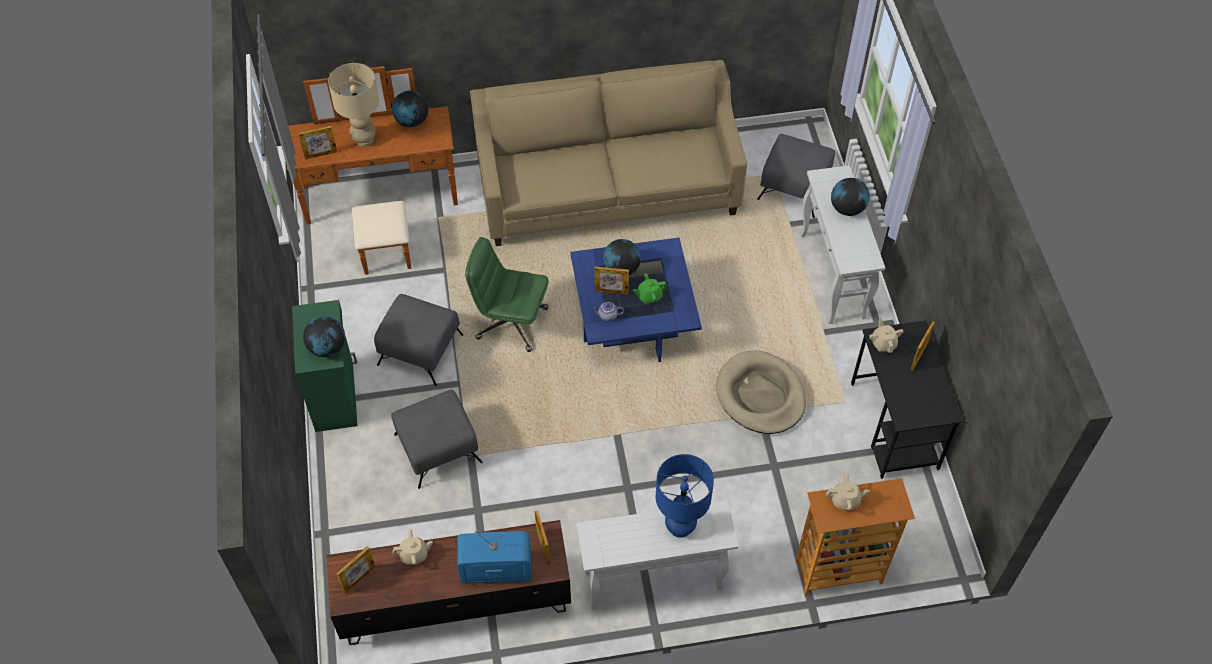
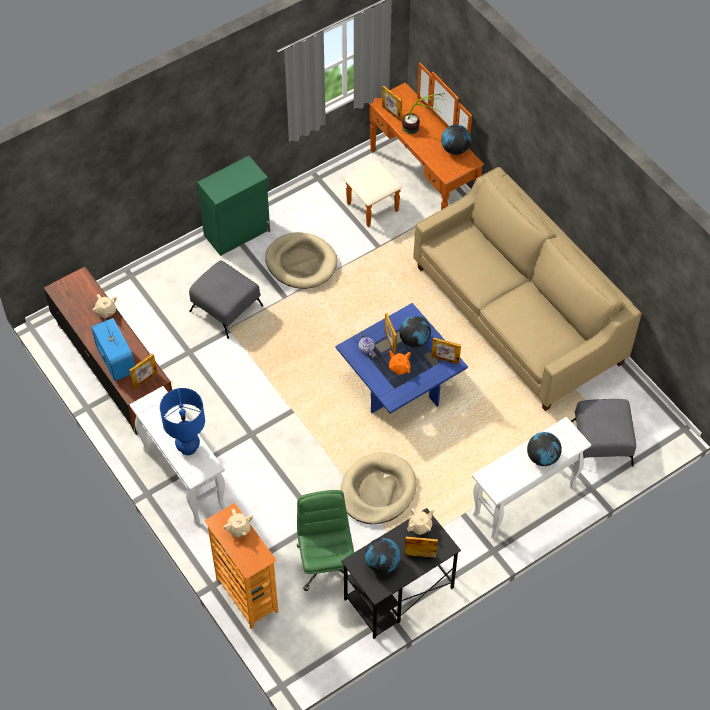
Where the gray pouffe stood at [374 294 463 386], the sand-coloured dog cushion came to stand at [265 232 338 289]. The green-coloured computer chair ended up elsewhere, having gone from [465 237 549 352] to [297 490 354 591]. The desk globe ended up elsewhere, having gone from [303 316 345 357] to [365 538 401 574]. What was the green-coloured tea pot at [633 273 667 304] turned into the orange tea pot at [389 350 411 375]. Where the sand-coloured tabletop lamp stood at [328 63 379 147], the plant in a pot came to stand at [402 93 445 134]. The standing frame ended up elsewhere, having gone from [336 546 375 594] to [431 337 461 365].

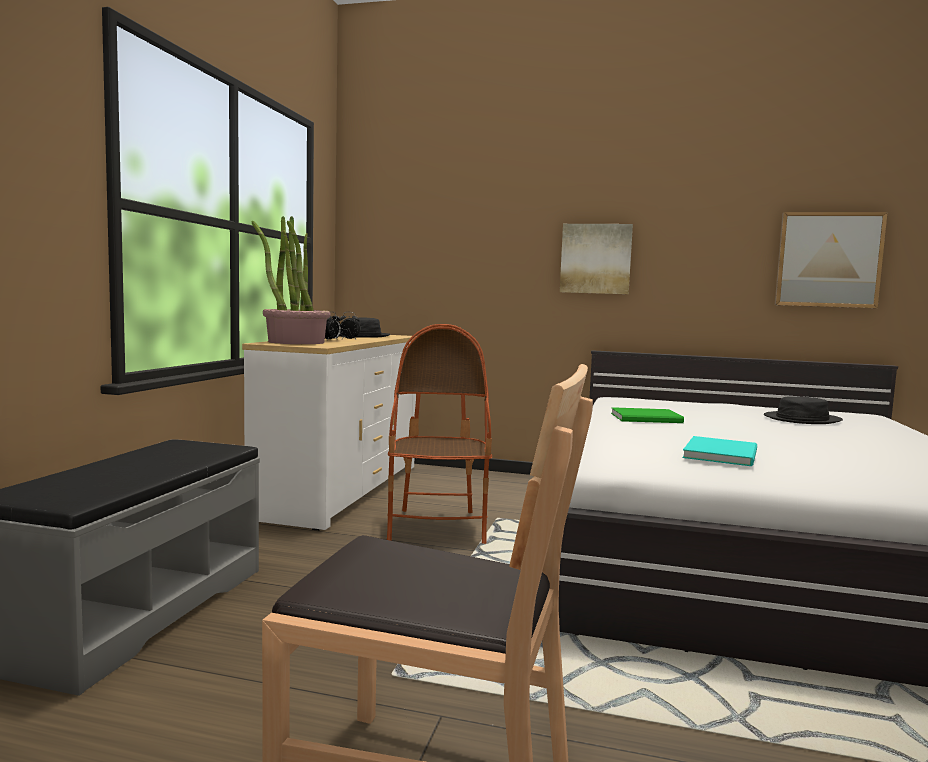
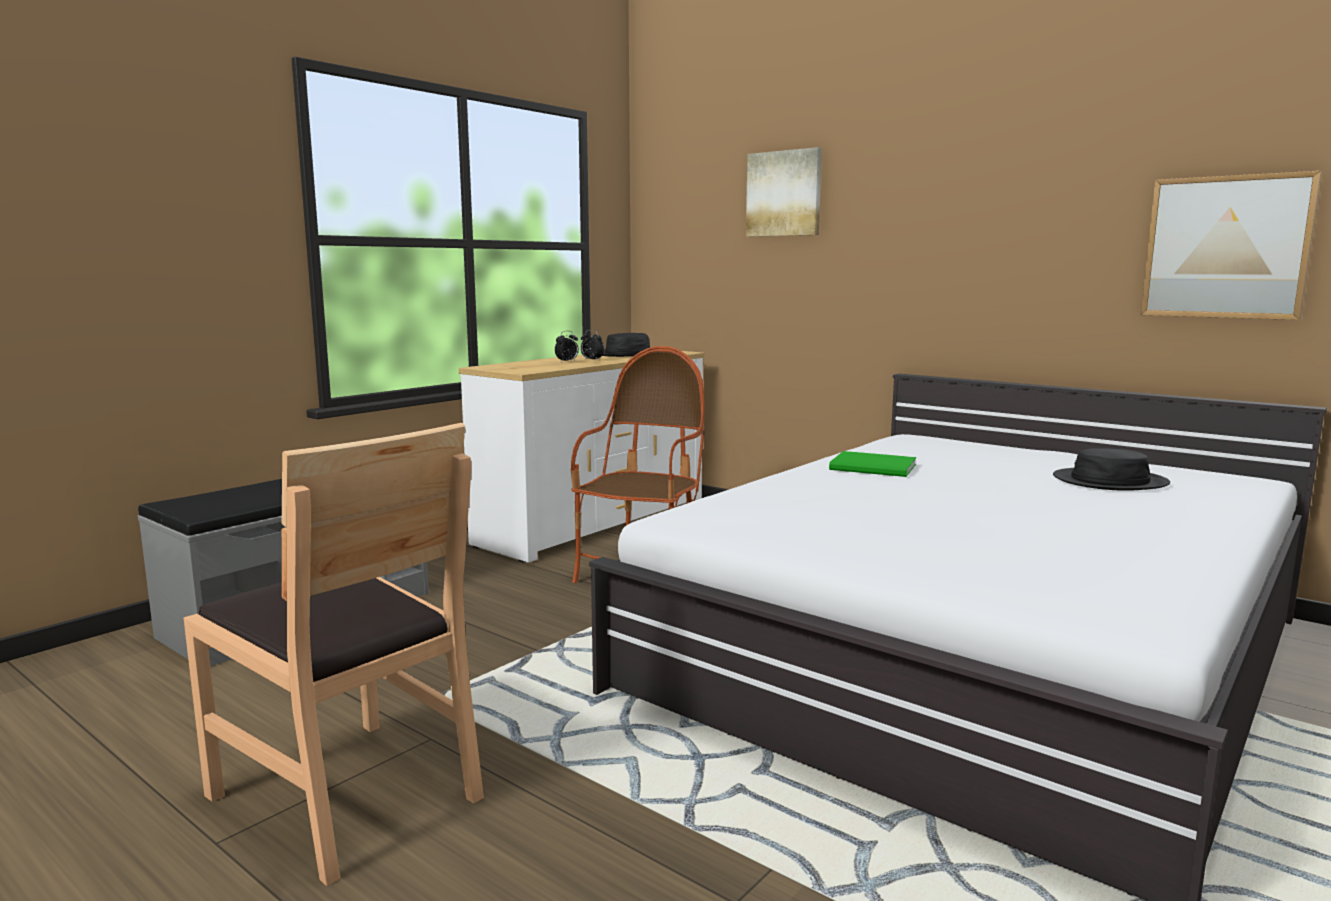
The wall art ended up elsewhere, having gone from [560 224 633 294] to [746 147 822 237]. The second view lost the plant in a pot at [252 216 330 344]. The second view lost the turquoise-coloured book at [682 436 757 466].

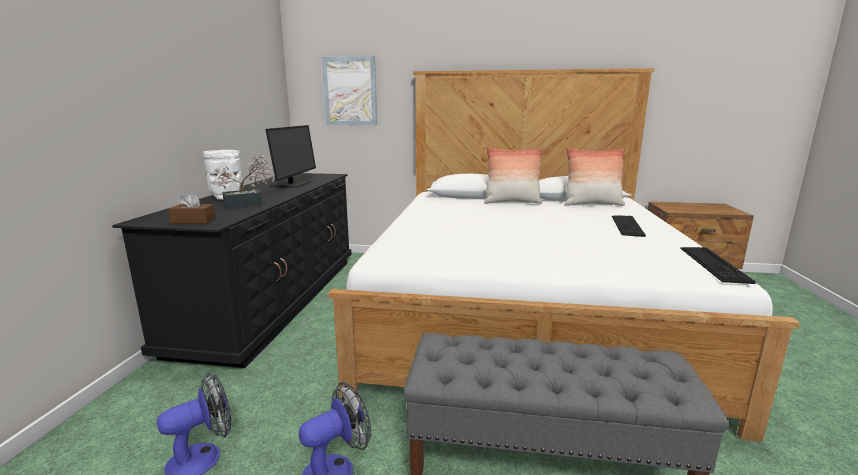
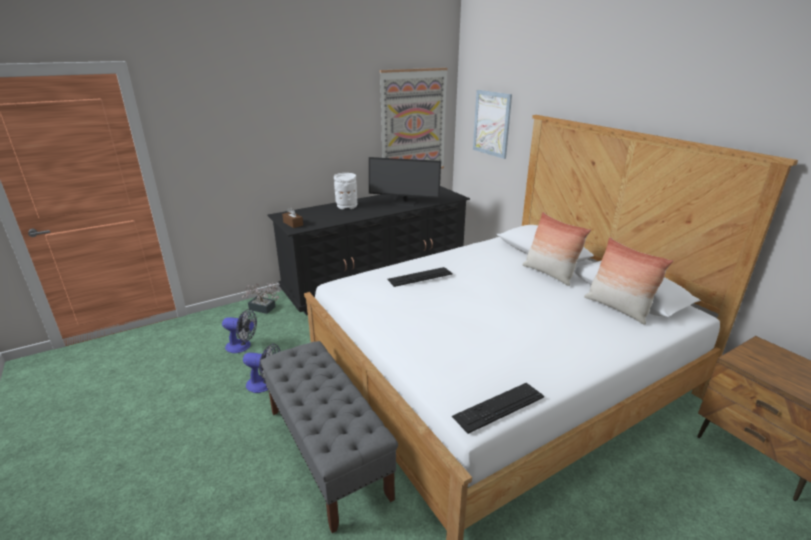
The plant in a pot ended up elsewhere, having gone from [210 155 275 208] to [242 282 280 314]. The computer screen at [265 125 316 188] ended up facing another way, 45 degrees clockwise from before. The second view gained the wall art at [380 68 448 169]. The PC keyboard ended up elsewhere, having gone from [612 216 646 237] to [387 267 452 287].

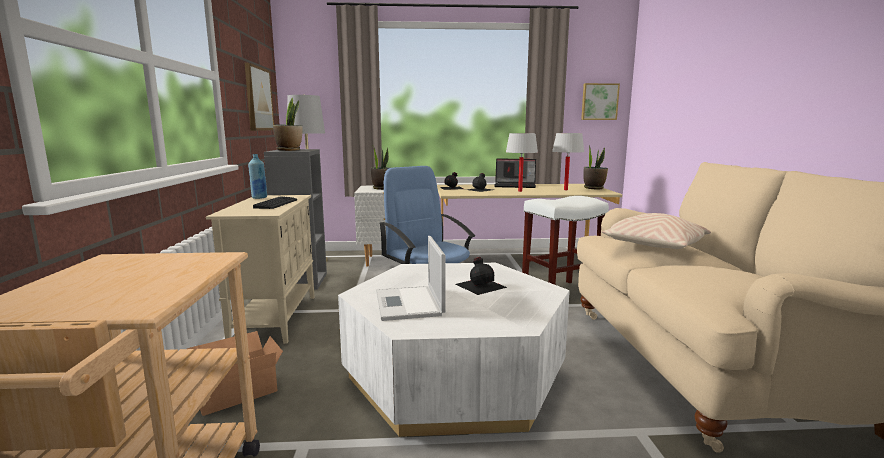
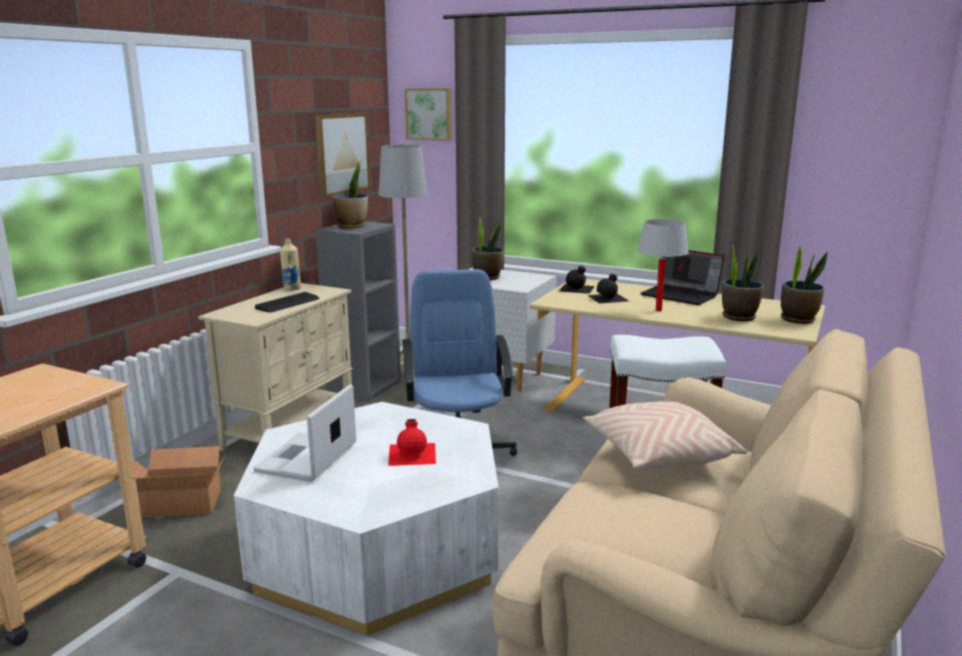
What was the blue bottle at [248 154 267 199] turned into the sand-coloured bottle at [280 238 301 290]. What was the black-coloured bottle at [455 257 507 295] turned into the reddish bottle at [388 419 436 466]. The wall art ended up elsewhere, having gone from [581 83 620 120] to [405 88 452 141]. Where the white-coloured tabletop lamp stood at [552 133 584 190], the plant in a pot came to stand at [722 243 764 321].

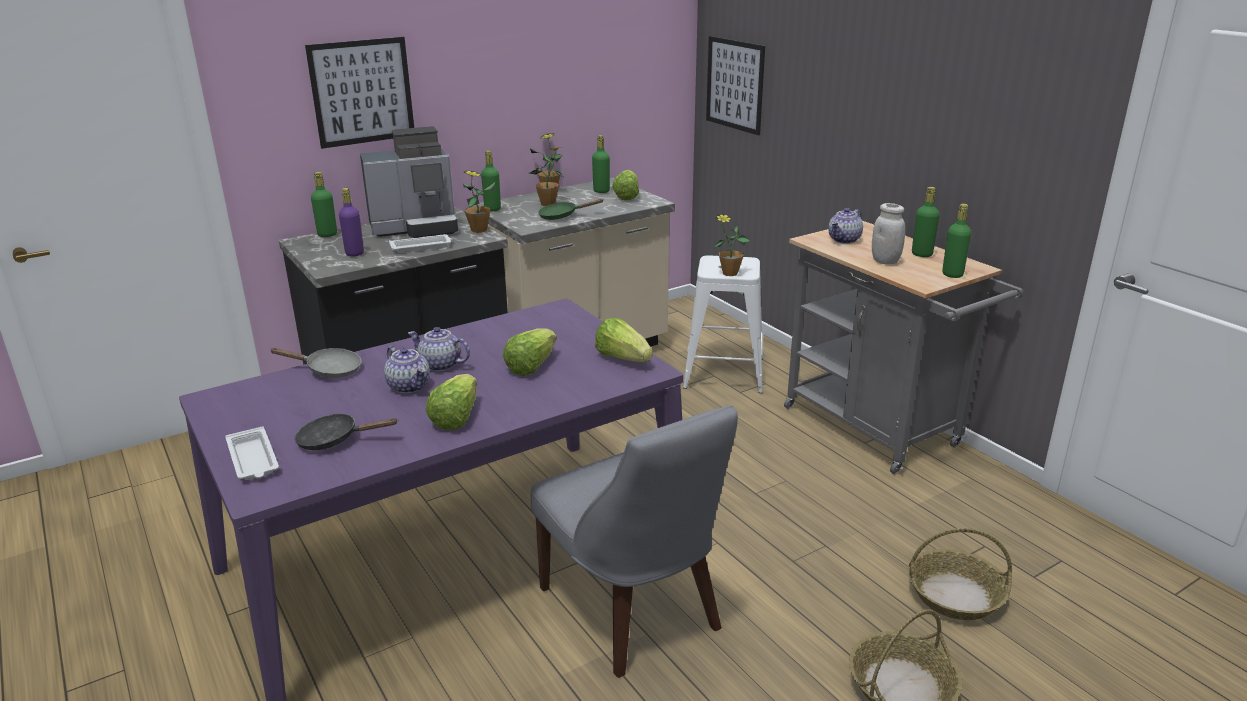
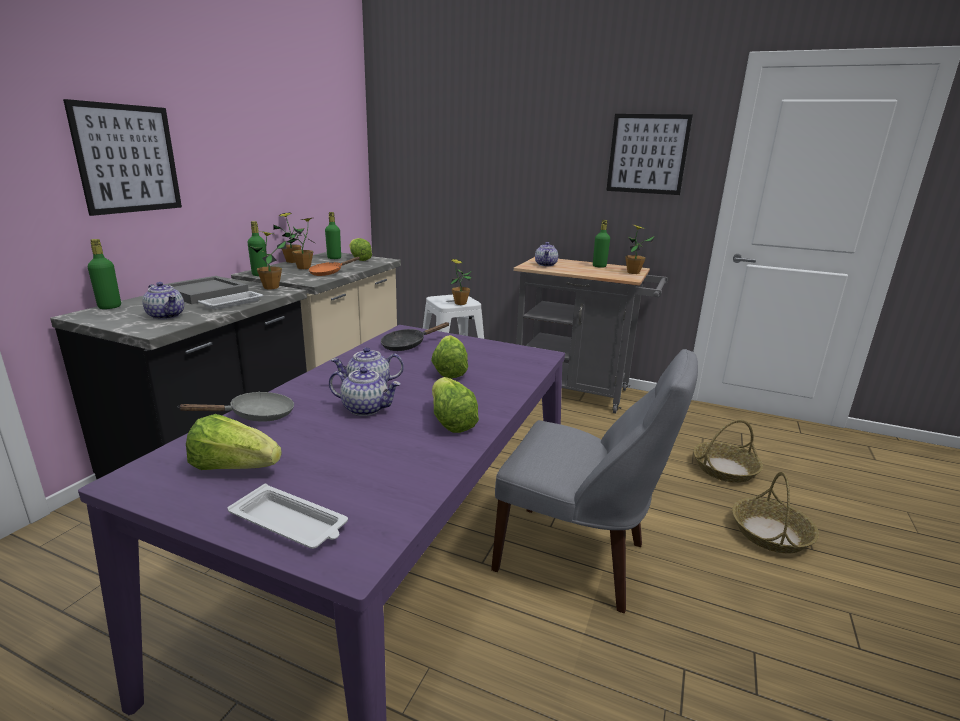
Where the purplish bottle stood at [339 188 364 257], the tea pot came to stand at [142 282 184 320]. Where the coffee maker stood at [360 126 458 238], the gray carrying tray came to stand at [163 276 249 304]. The head of lettuce ended up elsewhere, having gone from [595 318 652 362] to [186 414 282 470]. What was the green-coloured frying pan at [538 199 604 220] turned into the orange frying pan at [308 257 360 276]. The black-coloured frying pan ended up elsewhere, having gone from [294 414 398 450] to [381 322 450 351]. The wall art ended up elsewhere, having gone from [706 36 765 135] to [606 114 693 195]. Where the green-coloured bottle stood at [942 203 971 278], the plant in a pot came to stand at [625 225 655 274]. The second view lost the white-coloured jar at [872 203 905 265].

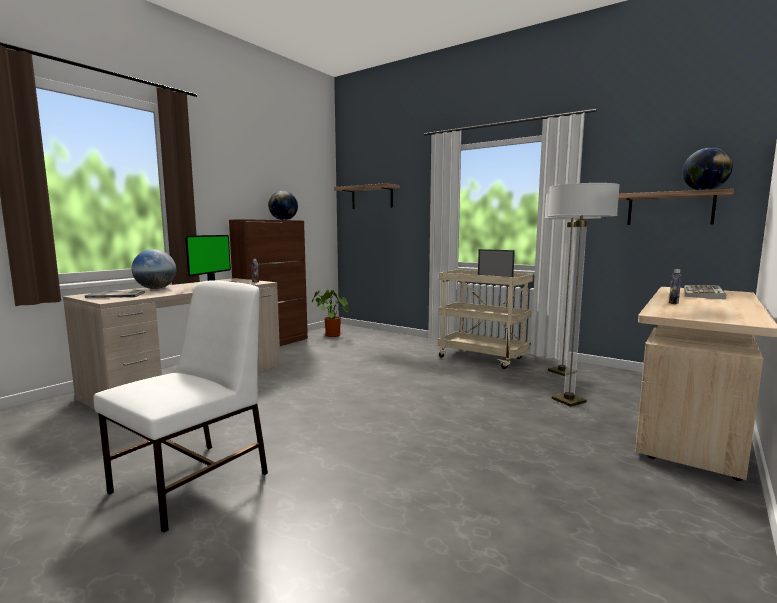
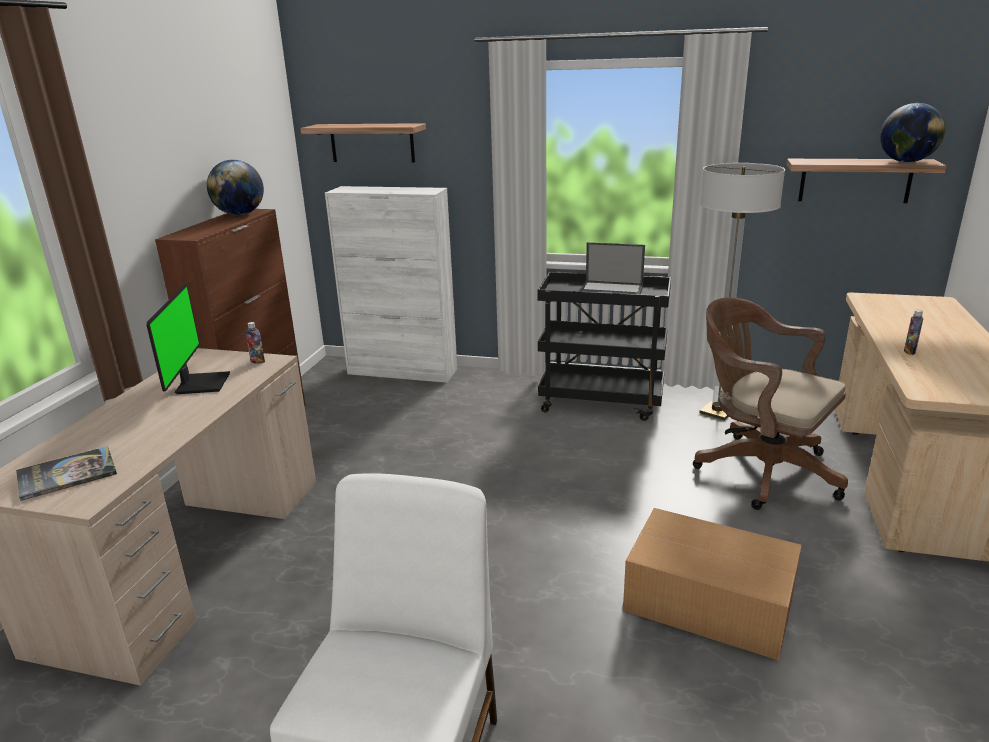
The second view gained the white-coloured storage cabinet at [325 186 457 383]. What was the sand-coloured cart at [438 270 533 369] turned into the black-coloured cart at [537 272 671 421]. The second view gained the cardboard box at [623 508 802 661]. Where the floor lamp stood at [548 183 620 407], the brownish computer chair came to stand at [693 297 848 510]. The second view lost the desk globe at [131 249 176 289]. The second view lost the plant in a pot at [312 290 349 337]. The second view lost the PC keyboard at [684 285 726 299].

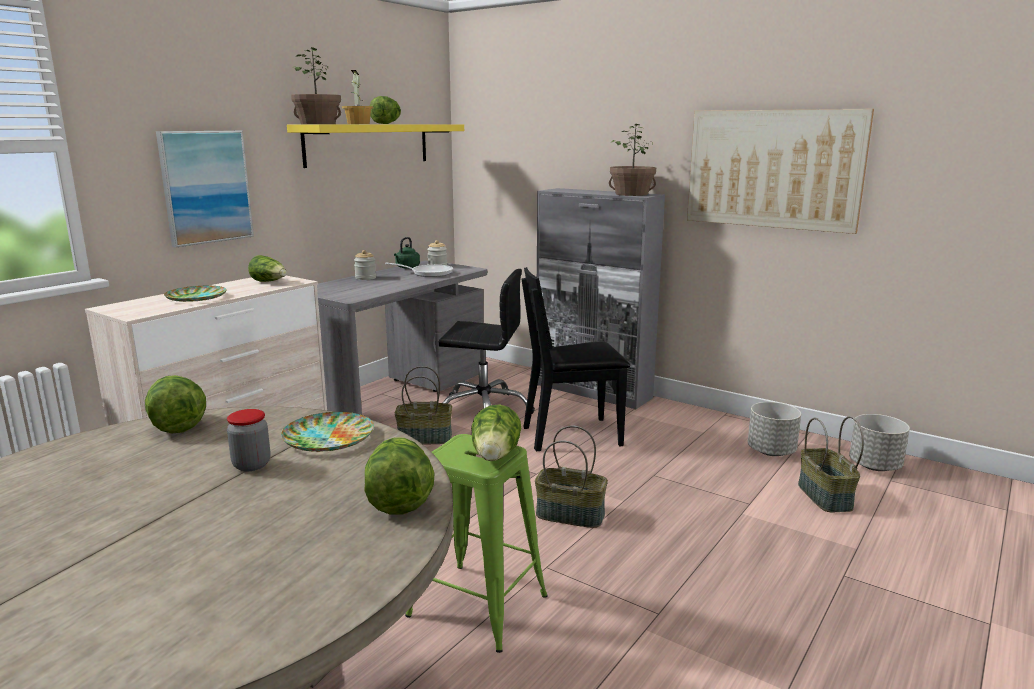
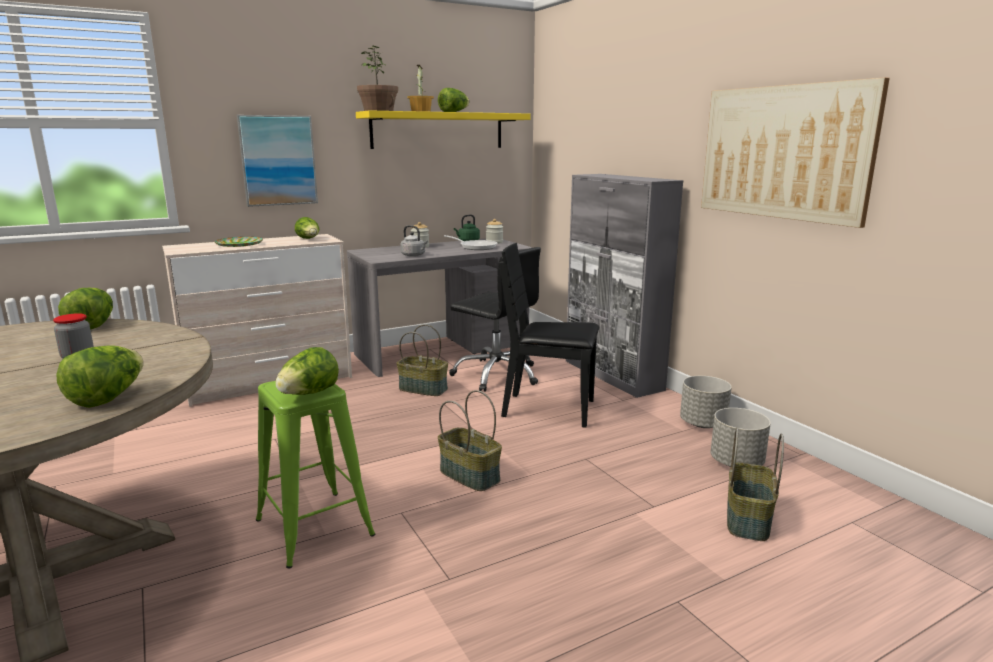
The second view gained the gray water kettle at [400 225 428 257]. The gray plant pot ended up elsewhere, having gone from [849 414 910 471] to [680 376 732 428]. The second view lost the flat dish at [281 412 374 452]. The second view lost the plant in a pot at [609 123 656 196].

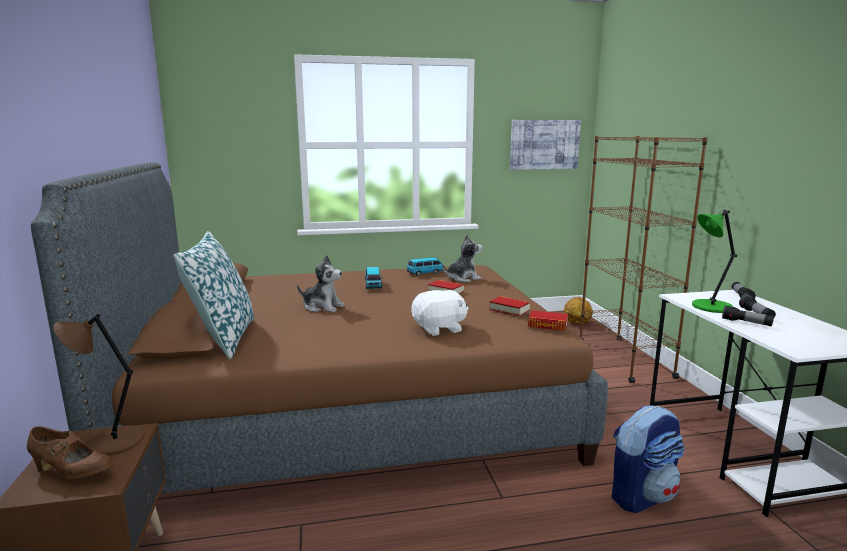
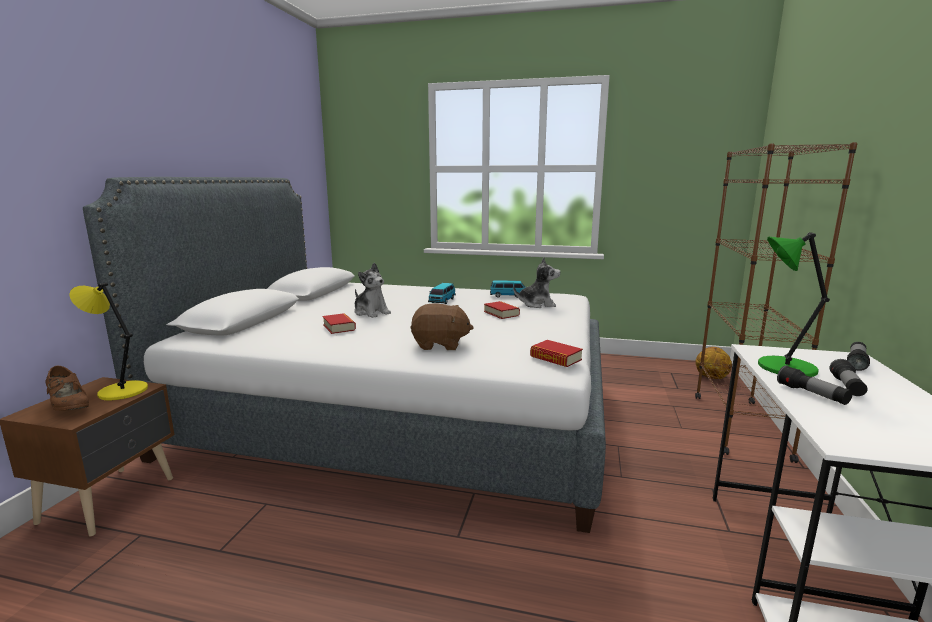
What was the brownish tabletop lamp at [53 314 144 455] turned into the yellow-coloured tabletop lamp at [69 283 148 400]. What was the brownish bed at [31 162 608 494] turned into the white-coloured bed at [83 177 606 533]. The book ended up elsewhere, having gone from [489 296 530 317] to [323 313 356 334]. What was the white-coloured soft toy at [411 290 468 336] turned into the brownish soft toy at [410 304 474 350]. The second view lost the pillow at [173 231 254 359]. The second view lost the wall art at [510 120 581 170]. The second view lost the rucksack at [612 405 684 513].

